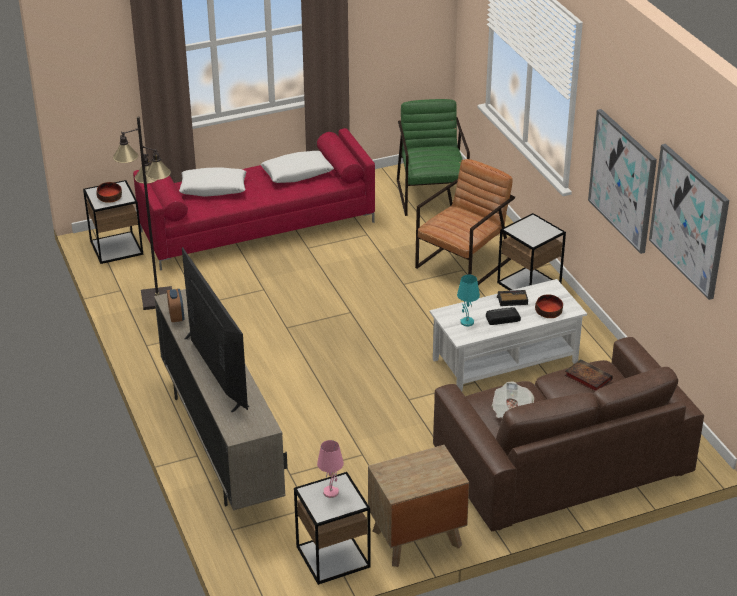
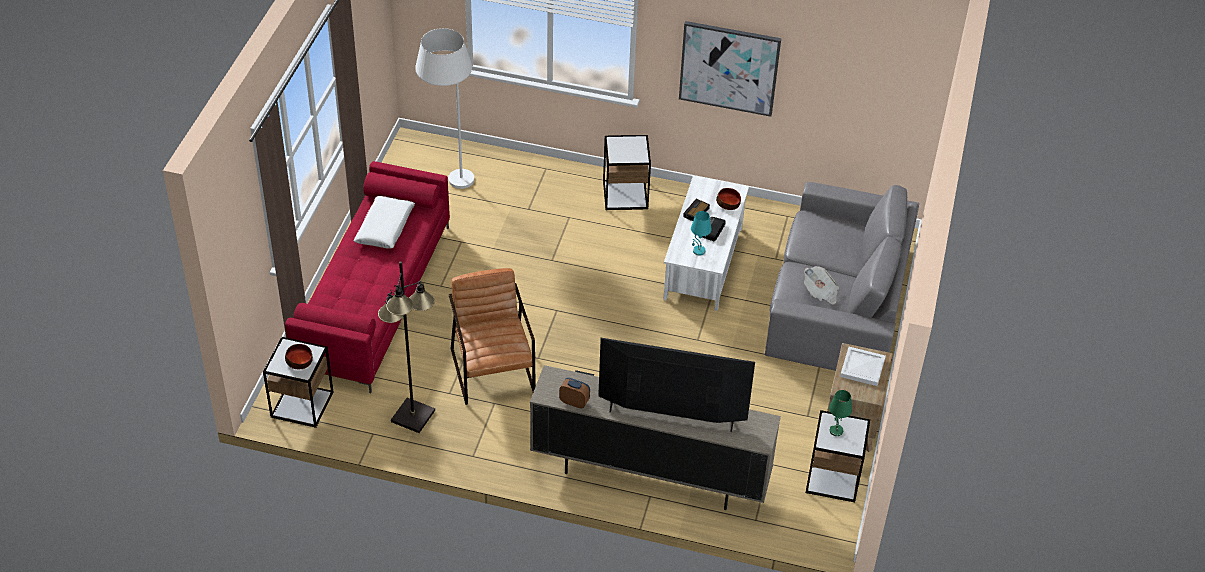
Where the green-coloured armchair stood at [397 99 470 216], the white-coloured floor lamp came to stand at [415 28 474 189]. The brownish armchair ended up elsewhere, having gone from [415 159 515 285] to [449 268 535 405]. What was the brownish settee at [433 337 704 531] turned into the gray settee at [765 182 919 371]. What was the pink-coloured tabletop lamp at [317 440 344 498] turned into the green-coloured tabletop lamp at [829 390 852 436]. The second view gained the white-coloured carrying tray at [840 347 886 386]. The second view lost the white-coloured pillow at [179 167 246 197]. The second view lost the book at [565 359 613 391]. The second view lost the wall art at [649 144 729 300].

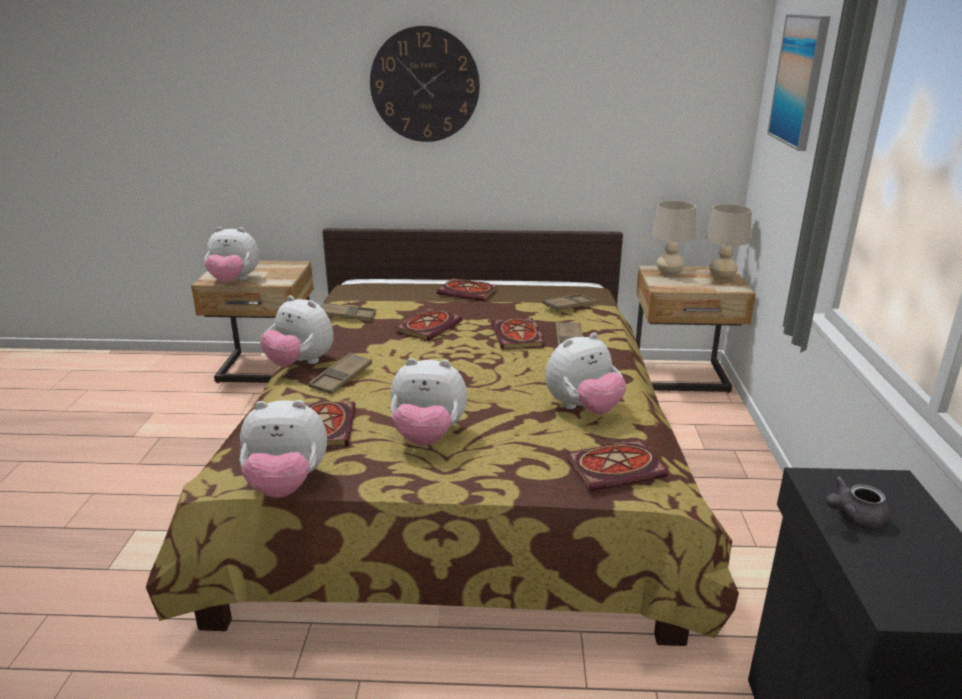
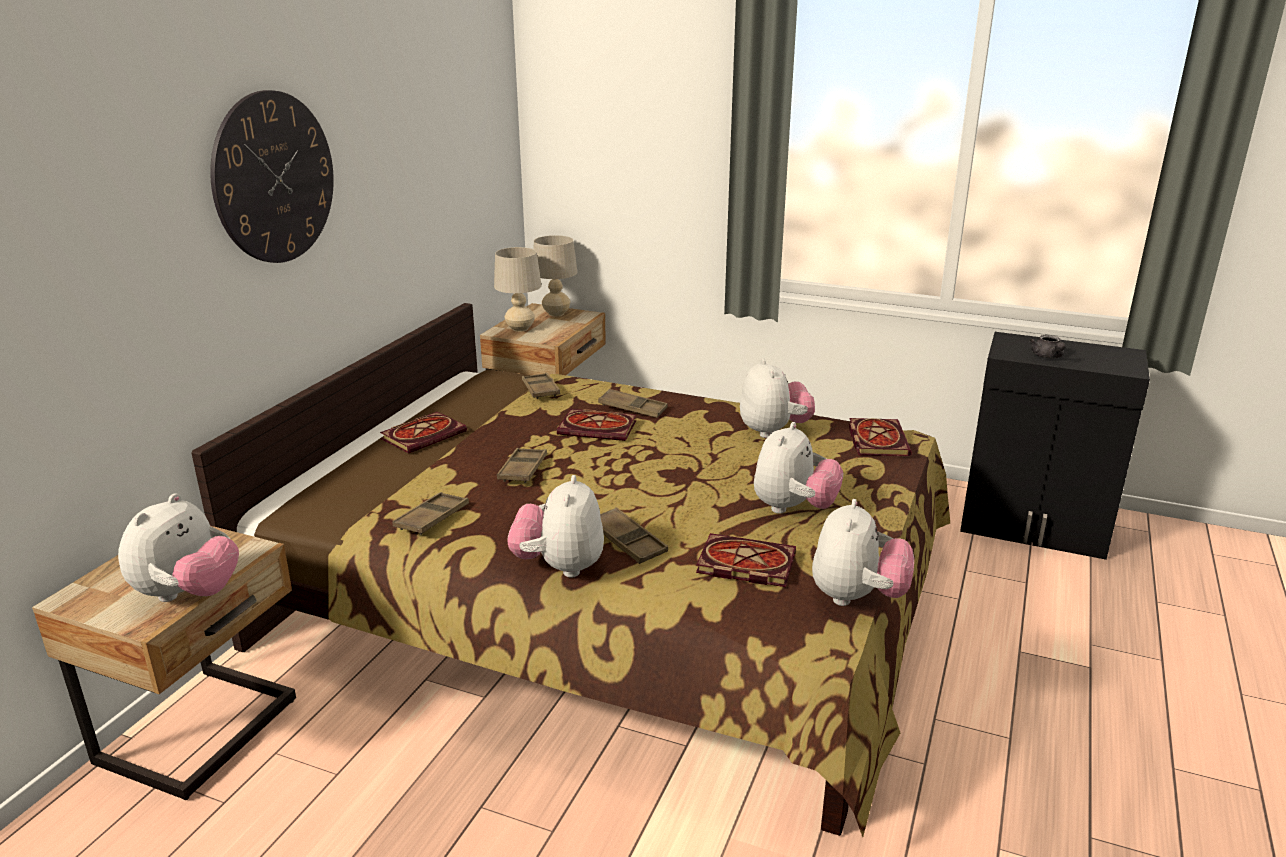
Where the book stood at [395 308 463 341], the brownish carrying tray came to stand at [497 448 547 483]. The soft toy at [260 295 334 367] ended up facing another way, 135 degrees clockwise from before. The second view lost the wall art at [767 14 830 151].

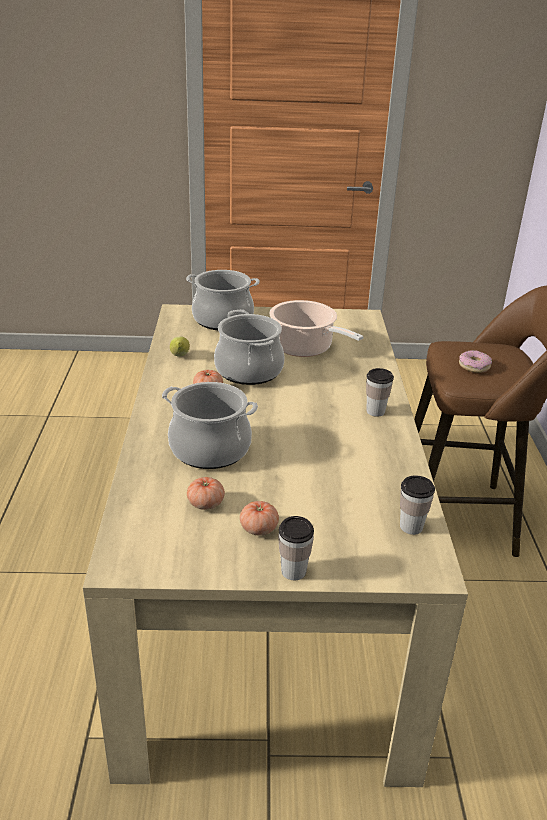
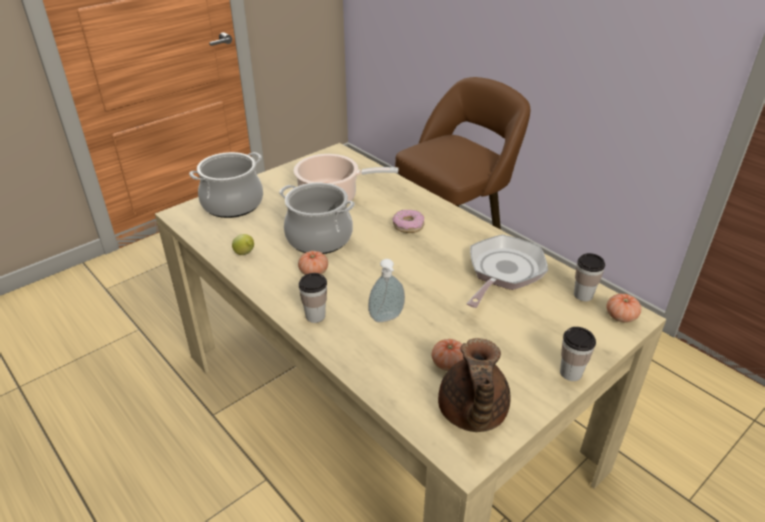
The small cup ended up elsewhere, having gone from [366 368 394 417] to [299 273 327 323]. Where the stockpot stood at [162 382 258 469], the liquid soap bottle came to stand at [368 259 405 322]. The doughnut ended up elsewhere, having gone from [459 350 492 373] to [392 210 424 233]. The second view gained the brownish tea pot at [438 338 511 432]. The second view gained the frying pan at [466 234 548 308]. The tomato ended up elsewhere, having gone from [240 501 279 536] to [606 294 641 323].

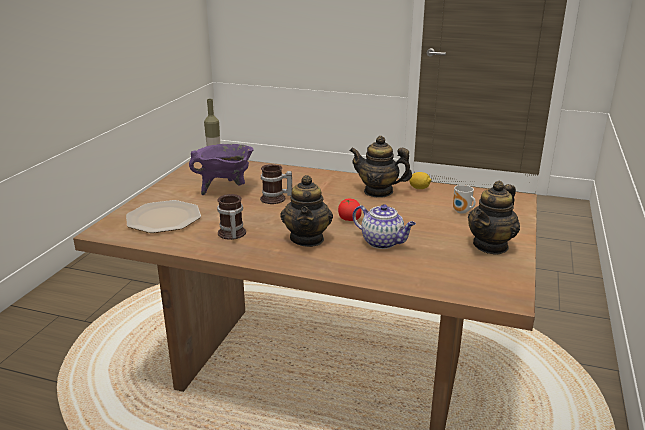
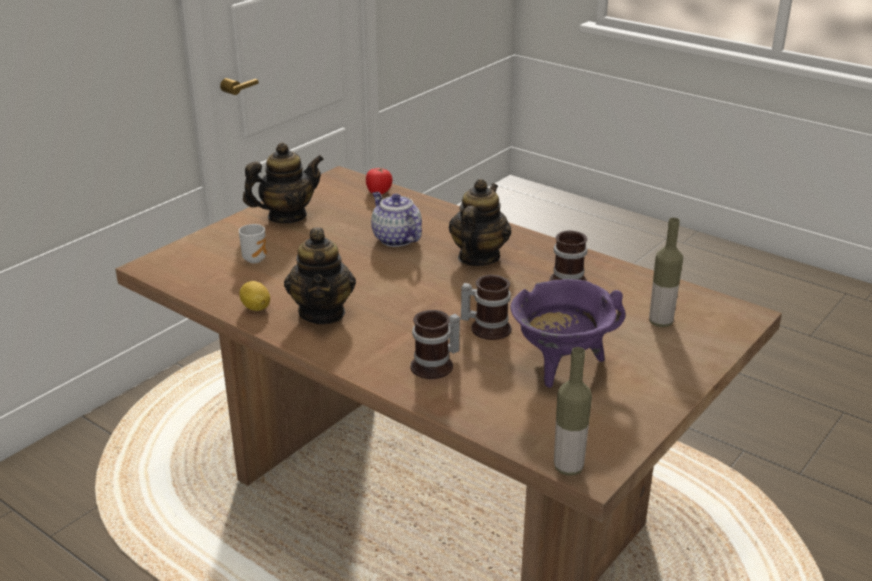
The tea pot at [349 136 412 198] ended up facing another way, 45 degrees clockwise from before. The tomato ended up elsewhere, having gone from [338 198 362 221] to [366 167 393 194]. The second view gained the coffee mug at [410 310 460 379]. Where the flat dish stood at [126 200 201 233], the bottle came to stand at [649 218 683 327].

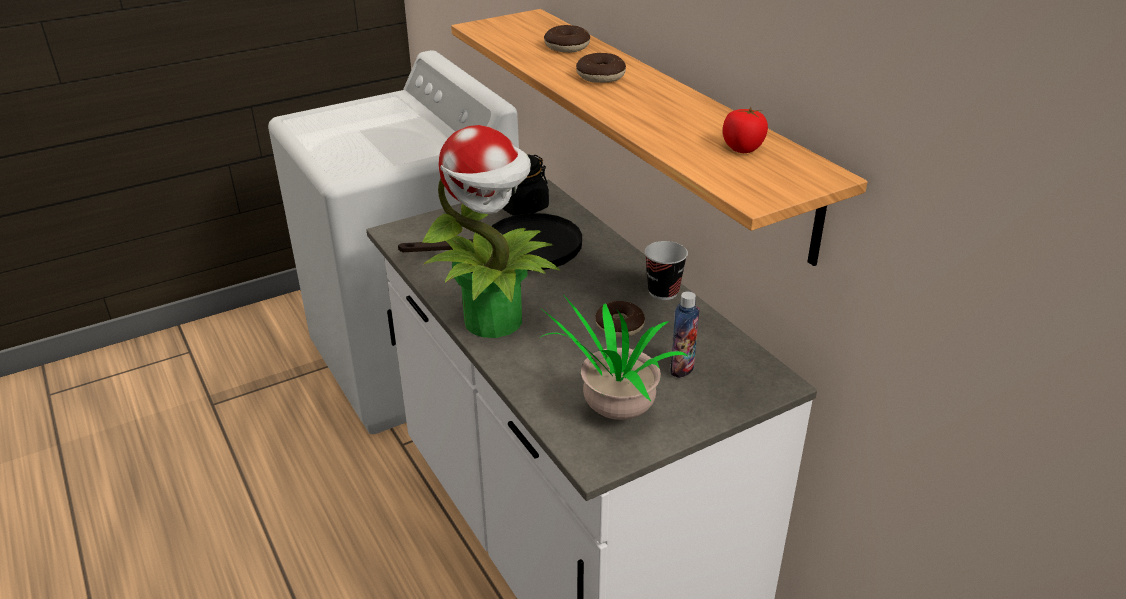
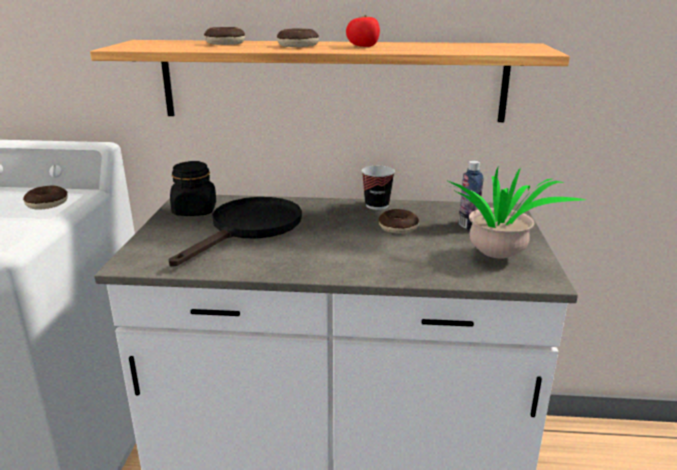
The second view gained the doughnut at [23 185 68 210]. The tomato ended up elsewhere, having gone from [723 107 768 153] to [346 15 380 47]. The second view lost the plant in a pot at [422 125 560 338].

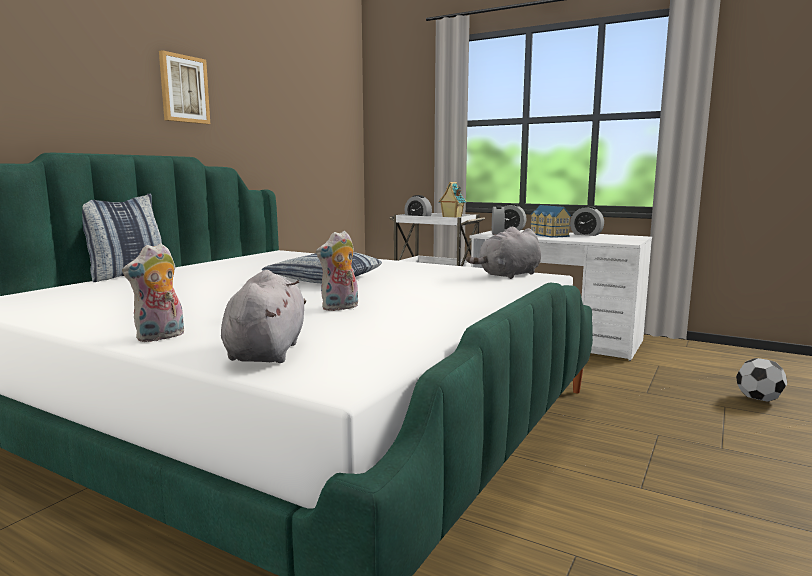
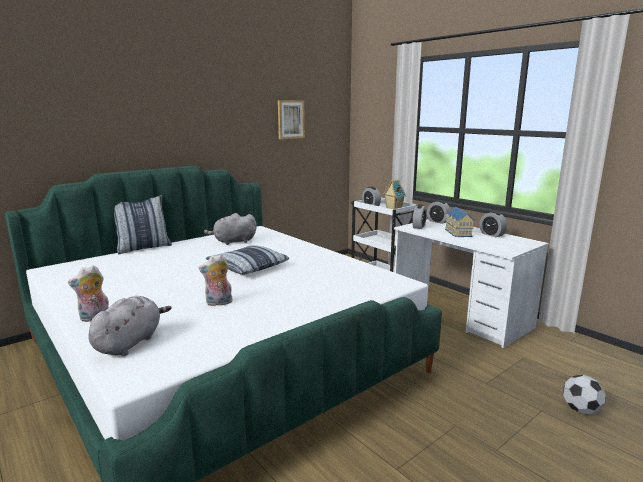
The gray soft toy ended up elsewhere, having gone from [466 226 541 279] to [204 213 257 245]. The wall art ended up elsewhere, having gone from [159 50 210 124] to [278 100 305 139].

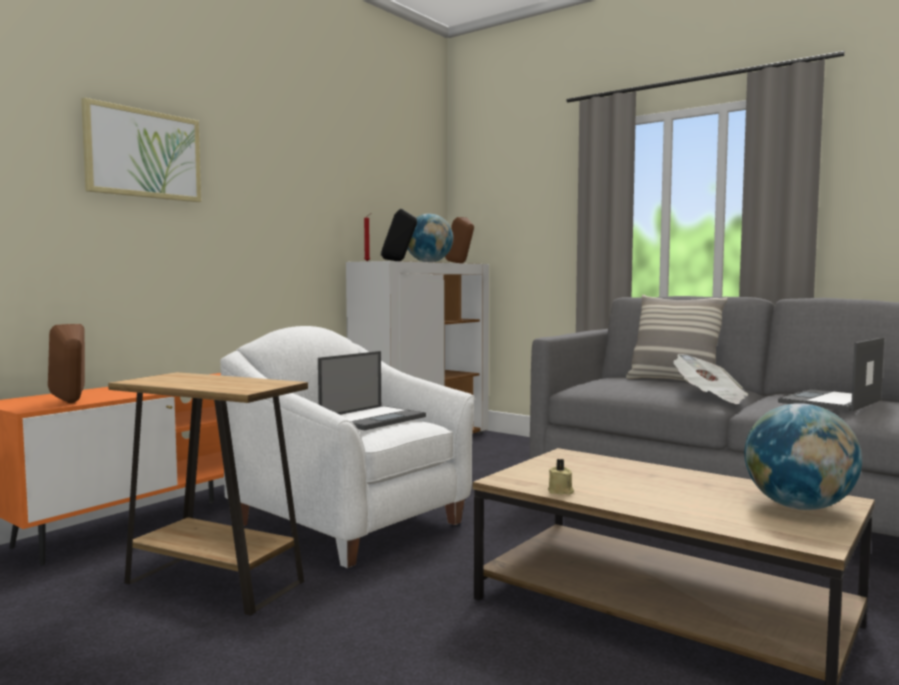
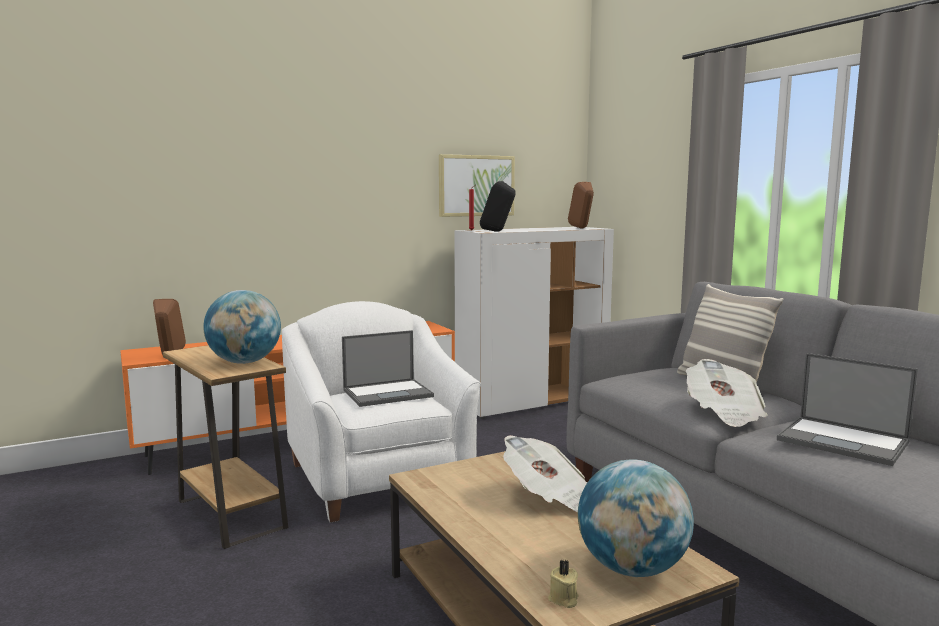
The desk globe ended up elsewhere, having gone from [408 214 453 262] to [203 290 281 364]. The wall art ended up elsewhere, having gone from [81 98 201 202] to [439 154 515 217]. The second view gained the newspaper at [503 435 587 513]. The sand-coloured wax candle ended up elsewhere, having gone from [548 459 574 495] to [548 559 578 608]. The portable computer at [778 337 884 412] ended up facing another way, 120 degrees counterclockwise from before.

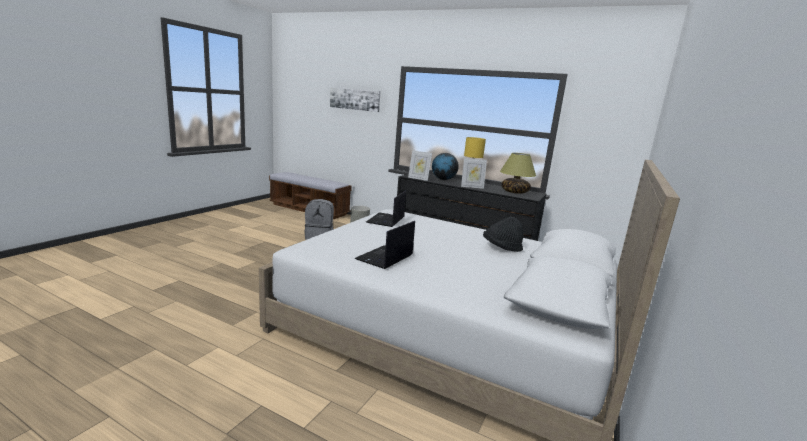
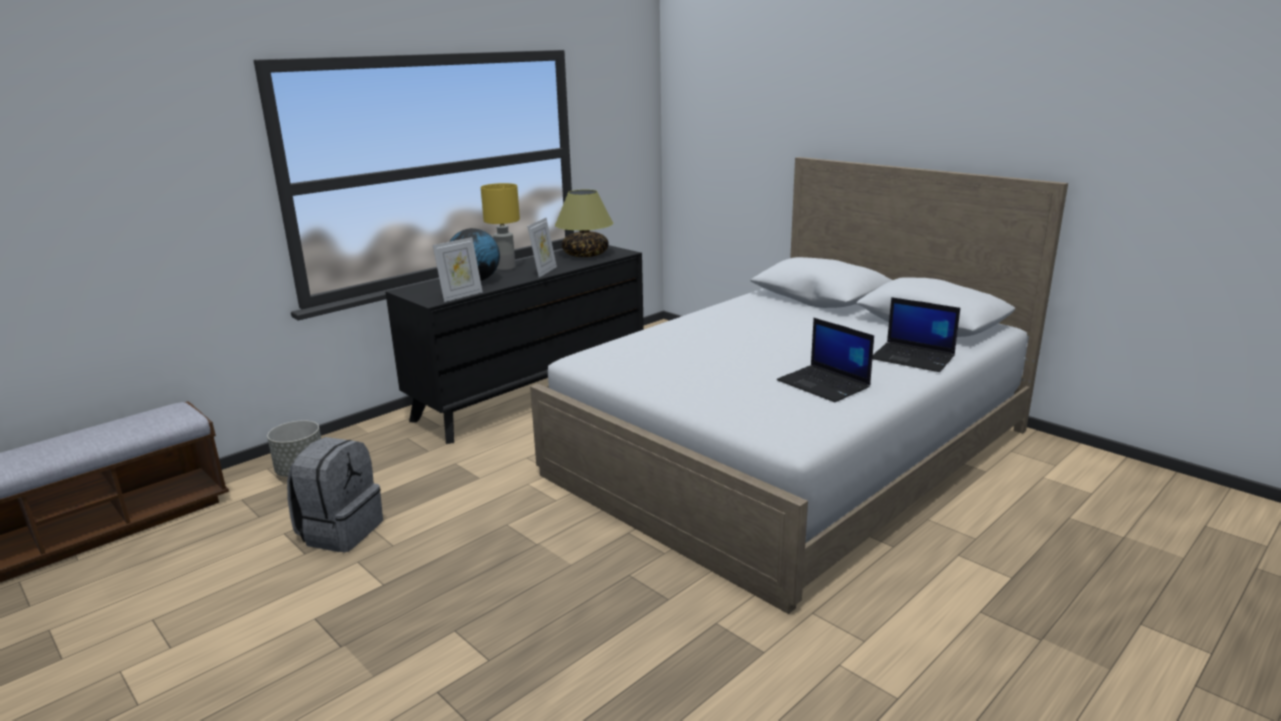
The portable computer ended up elsewhere, having gone from [366 191 406 227] to [872 297 960 372]. The second view lost the wall art at [330 88 381 112]. The second view lost the black-coloured wearable hat at [483 217 523 252].

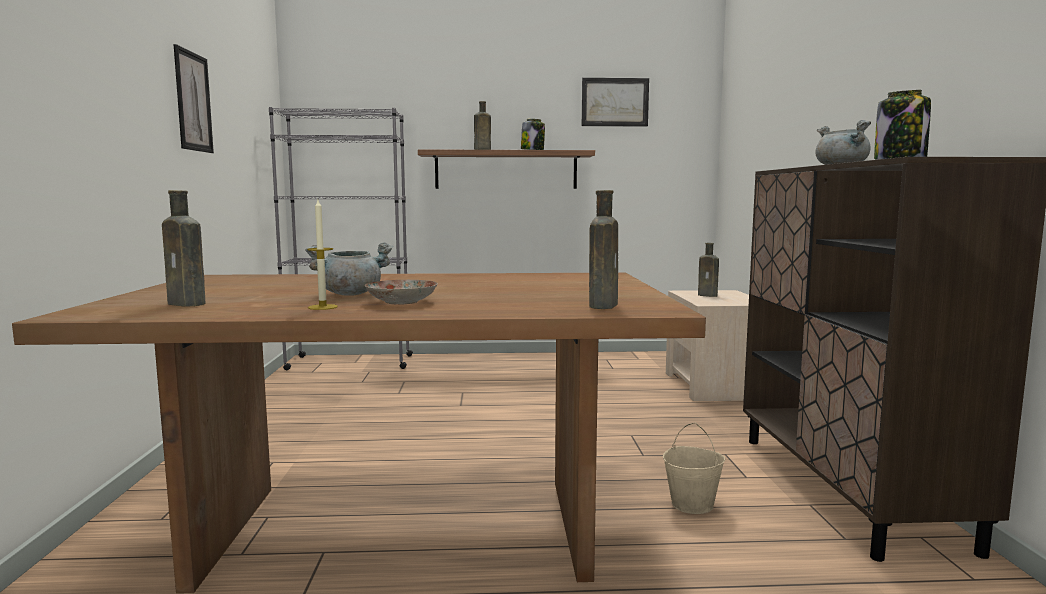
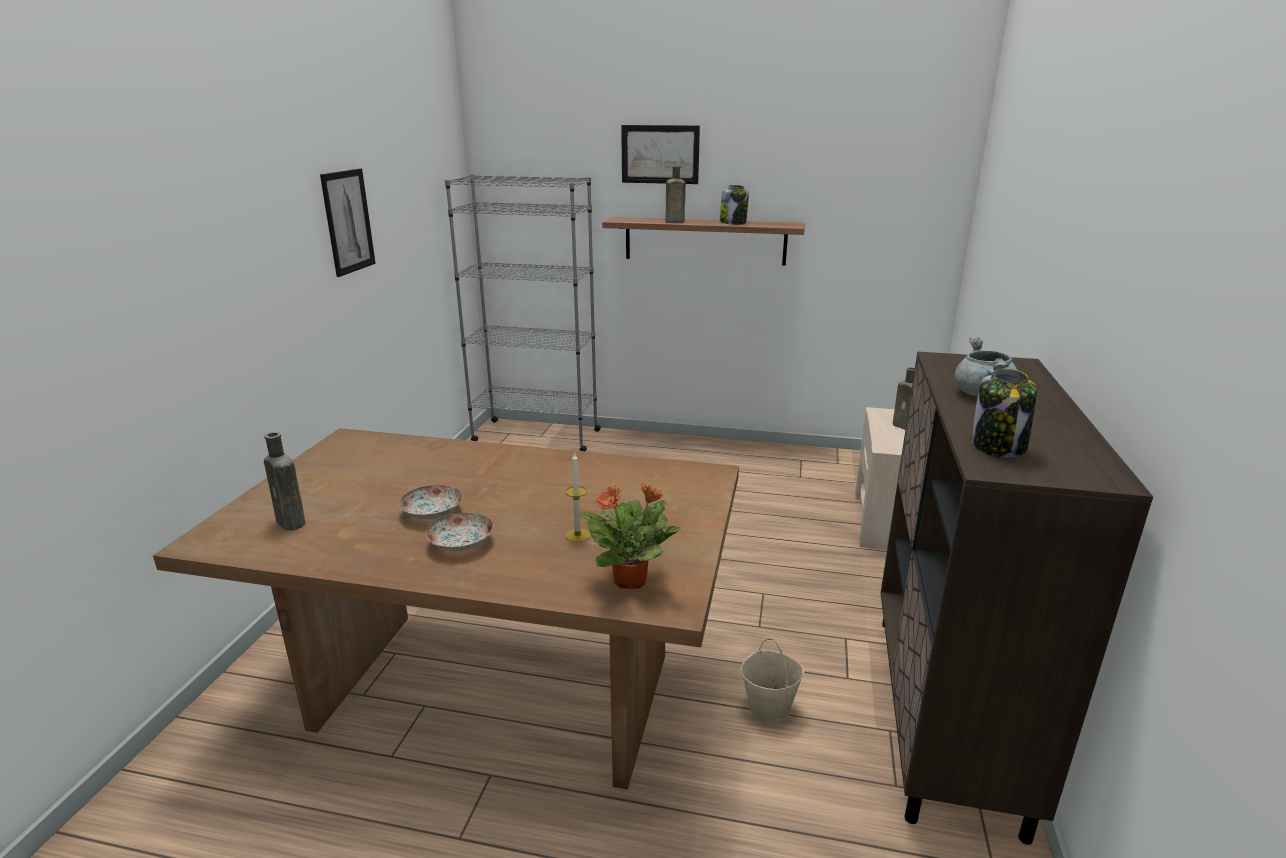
Where the gray stockpot stood at [305 243 393 296], the flat dish came to stand at [399 485 463 520]. The wax candle ended up elsewhere, having gone from [307 200 338 310] to [565 452 590 542]. Where the brownish bottle stood at [589 190 618 309], the plant in a pot came to stand at [580 483 681 589]. The wall art ended up elsewhere, having gone from [582 78 649 126] to [621 125 700 184].

